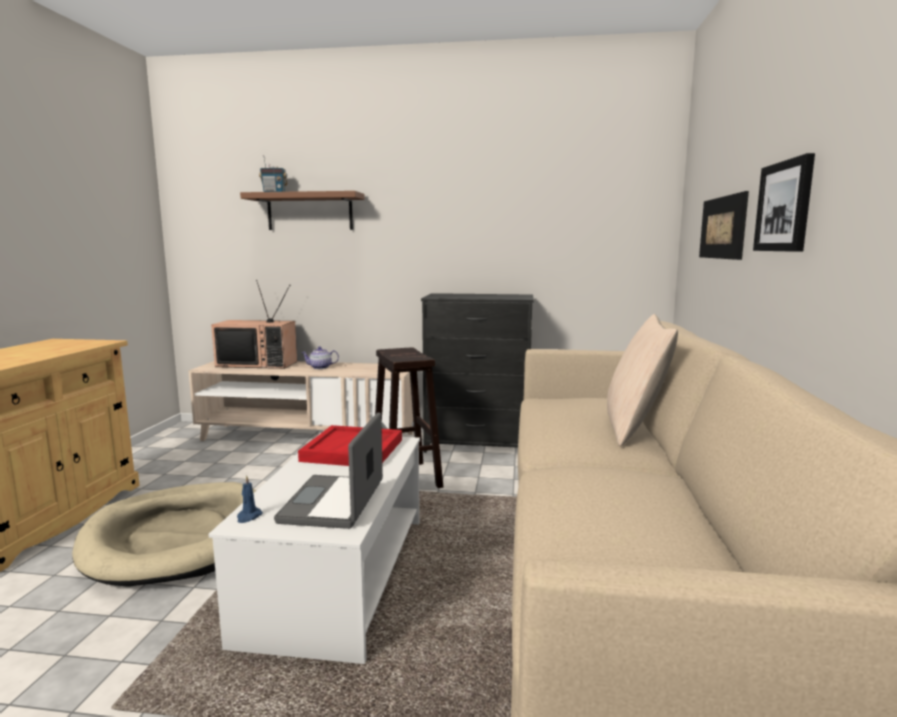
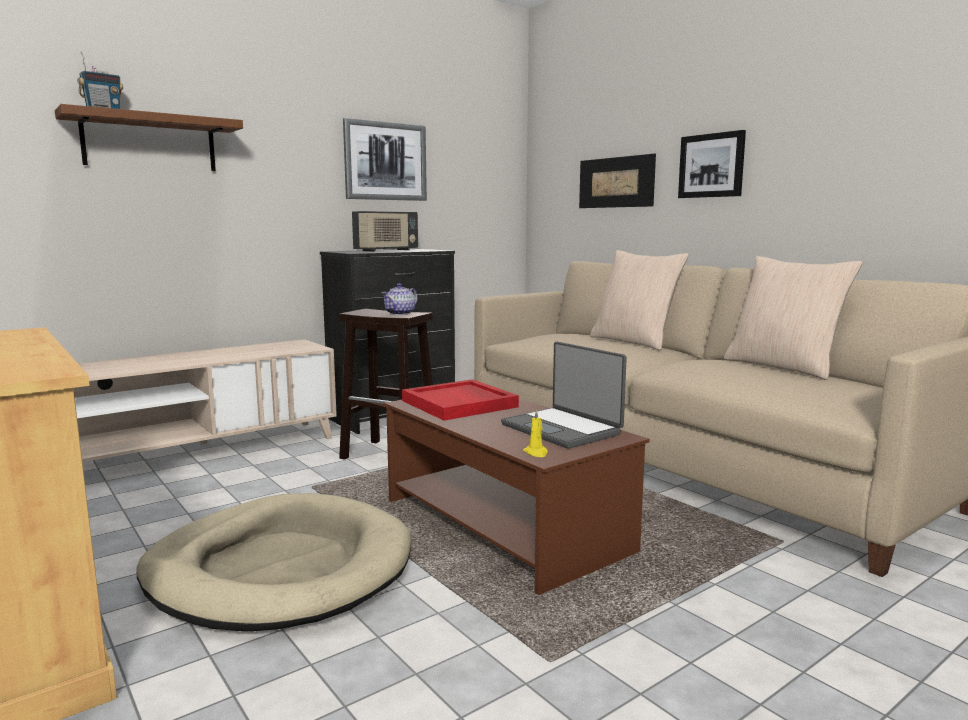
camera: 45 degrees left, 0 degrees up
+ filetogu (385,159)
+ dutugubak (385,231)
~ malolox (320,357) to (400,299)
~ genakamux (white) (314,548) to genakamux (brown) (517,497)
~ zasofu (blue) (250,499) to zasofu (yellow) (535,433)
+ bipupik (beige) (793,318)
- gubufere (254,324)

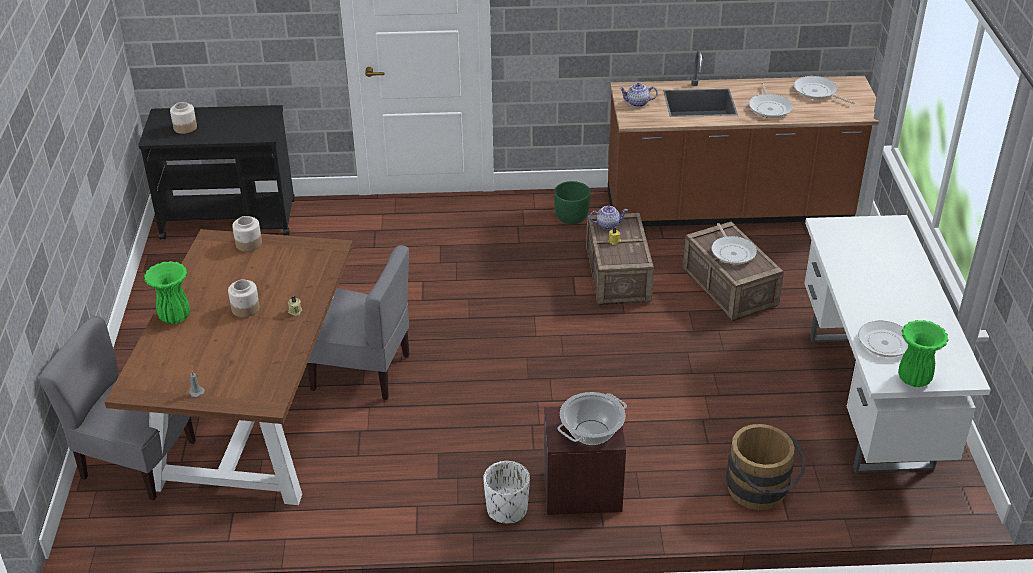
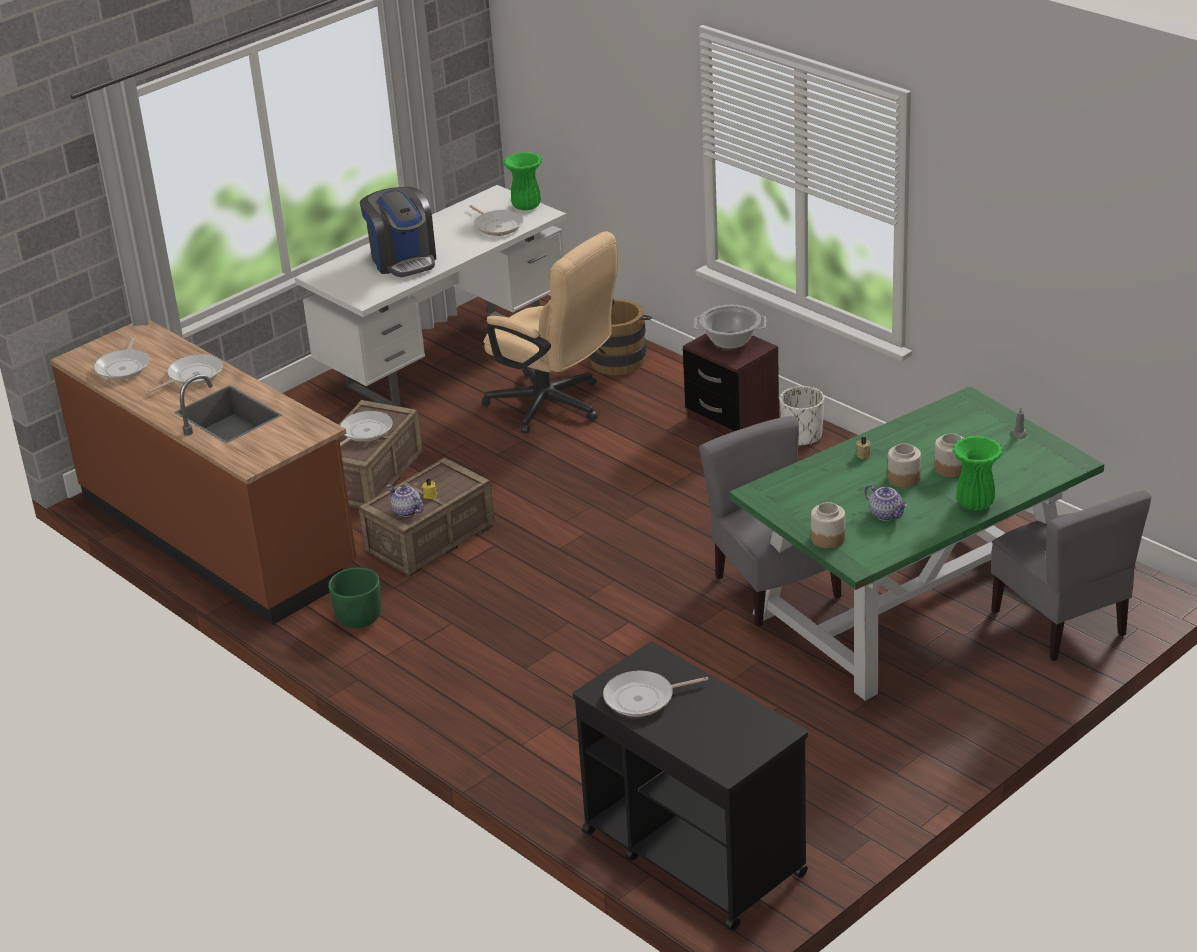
camera: 130 degrees left, 5 degrees down
+ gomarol (398,232)
+ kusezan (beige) (550,332)
+ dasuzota (656,693)
~ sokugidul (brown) (229,367) to sokugidul (green) (916,543)
~ malolox (638,95) to (886,503)
~ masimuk (183,118) to (948,455)

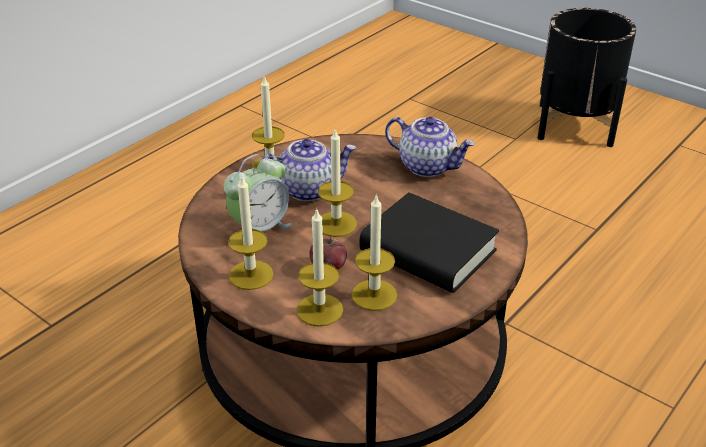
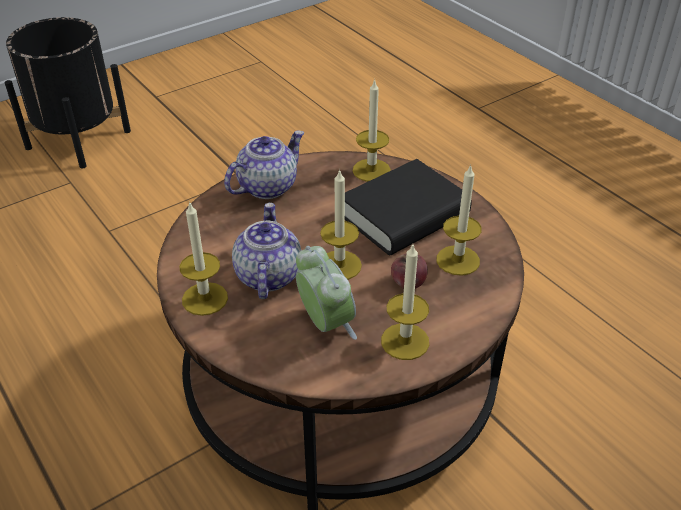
camera: 75 degrees left, 5 degrees up
~ zasofu (320,267) to (372,130)

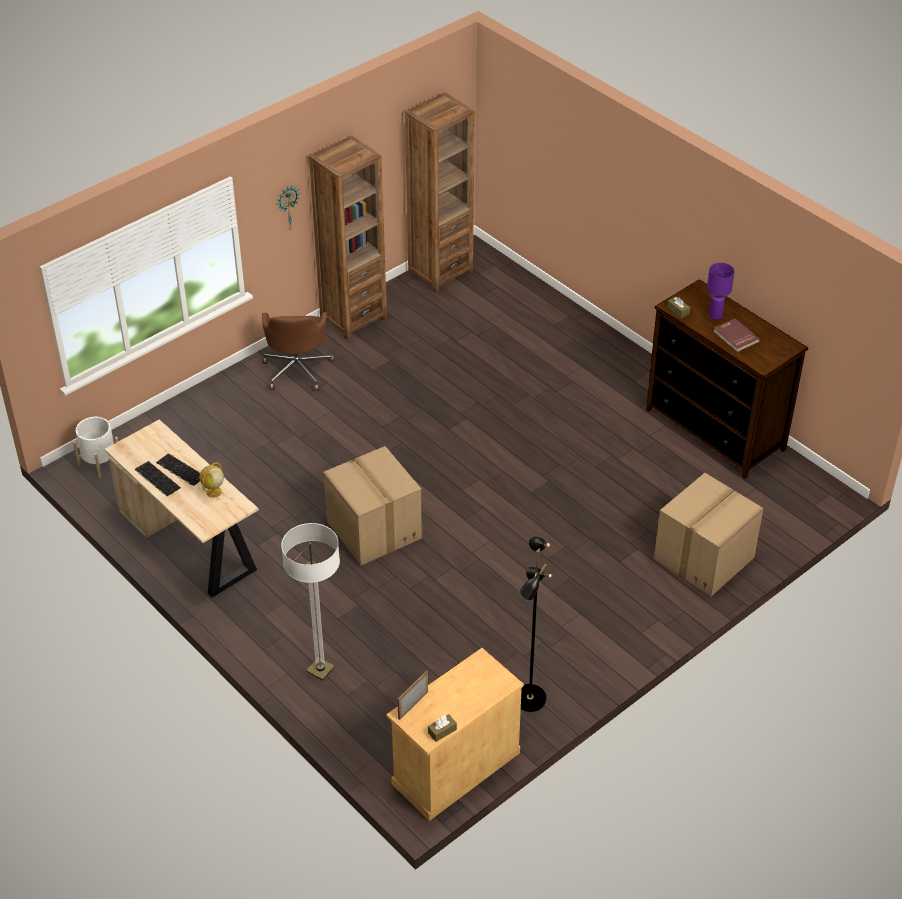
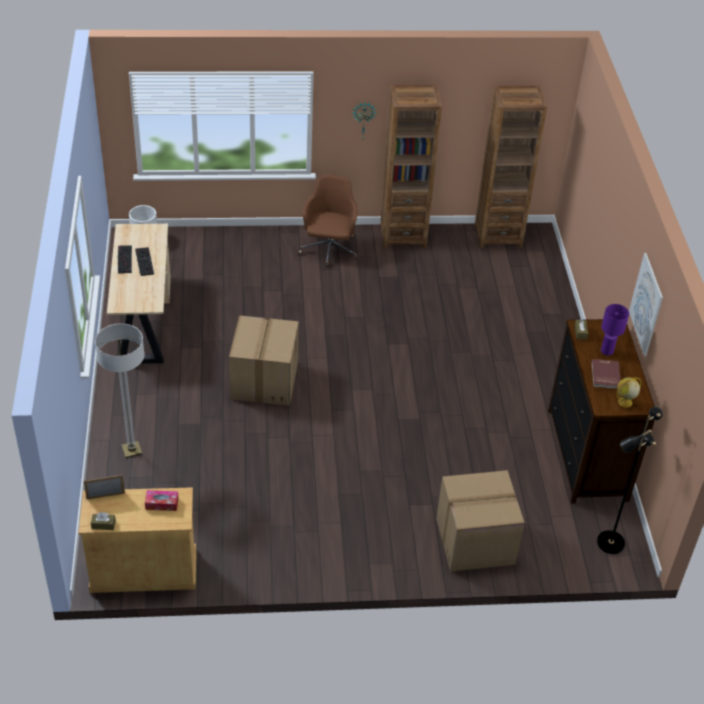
camera: 35 degrees right, 0 degrees up
+ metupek (162,500)
~ kusezan (brown) (298,351) = (328,221) 150 degrees clockwise
~ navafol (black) (536,624) to (630,480)
~ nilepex (211,480) to (629,392)
+ filetogu (646,304)

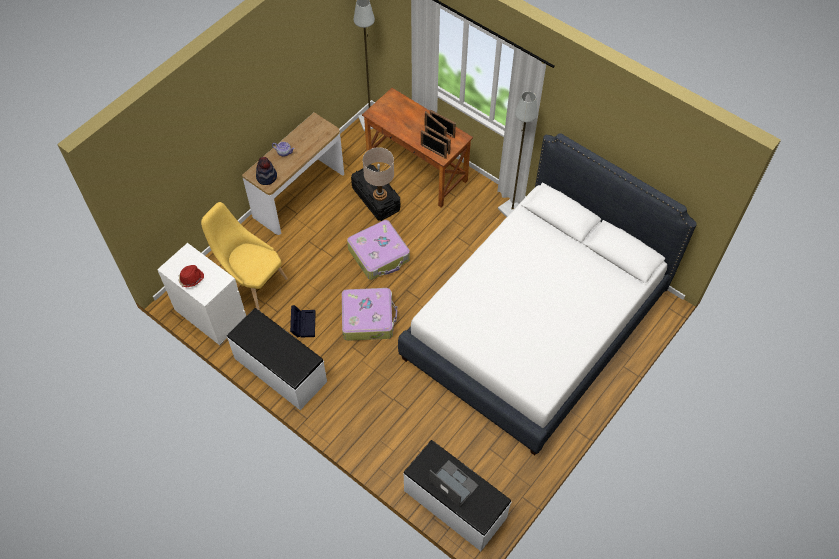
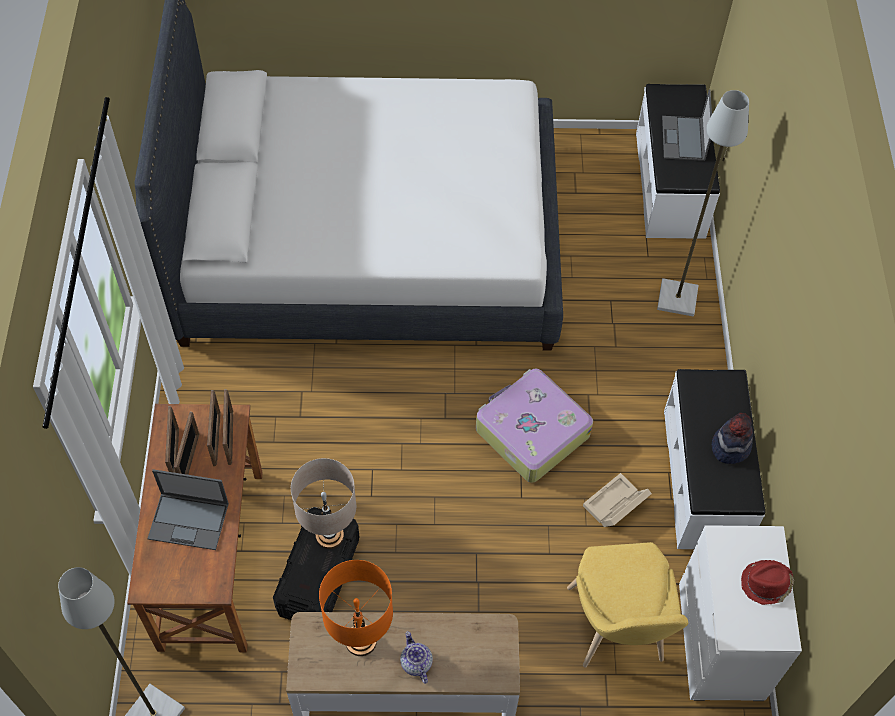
camera: 130 degrees left, 0 degrees up
+ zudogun (188,509)
+ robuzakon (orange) (356,608)
~ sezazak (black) (303,321) to sezazak (beige) (617,500)
~ navafol (grey) (518,154) to (703,203)
~ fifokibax (266,171) to (732,438)
- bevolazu (378,250)

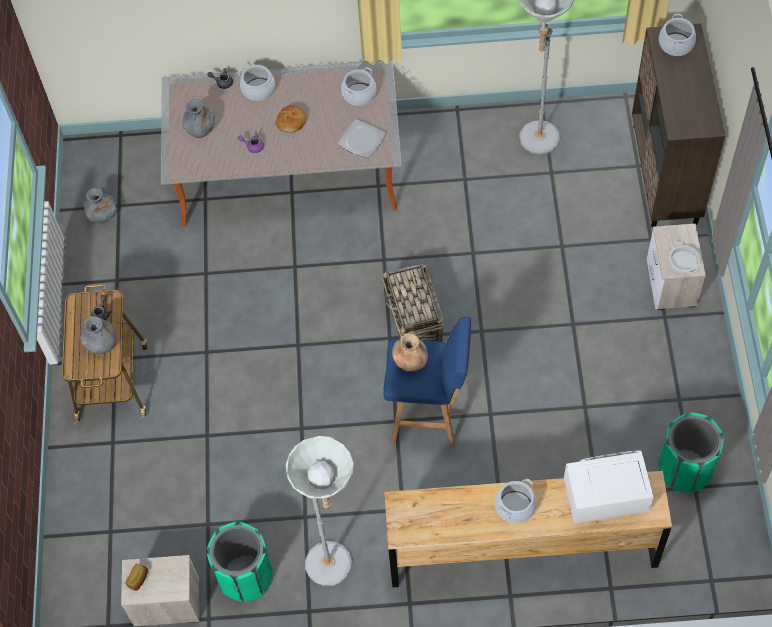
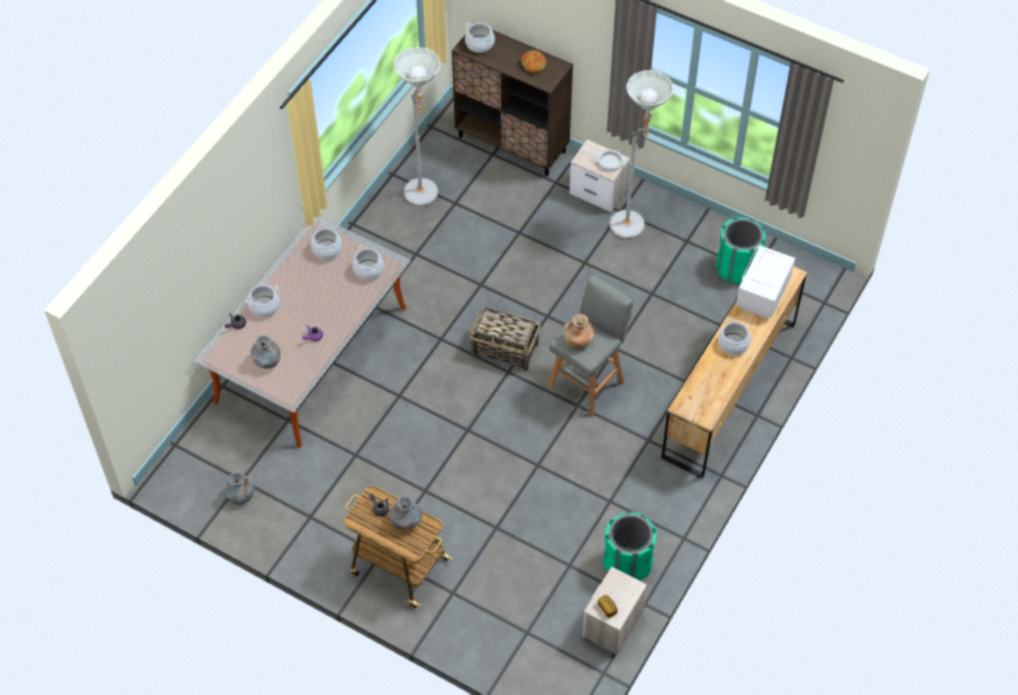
camera: 60 degrees left, 5 degrees down
~ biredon (361,138) to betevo (368,262)
~ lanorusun (291,119) to (534,62)
~ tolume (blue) (427,382) to tolume (grey) (590,346)
~ navafol (grey) (320,511) to (641,154)

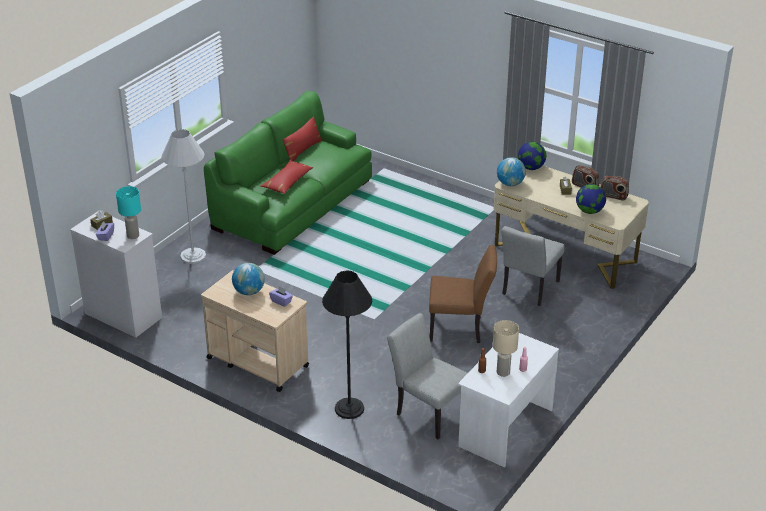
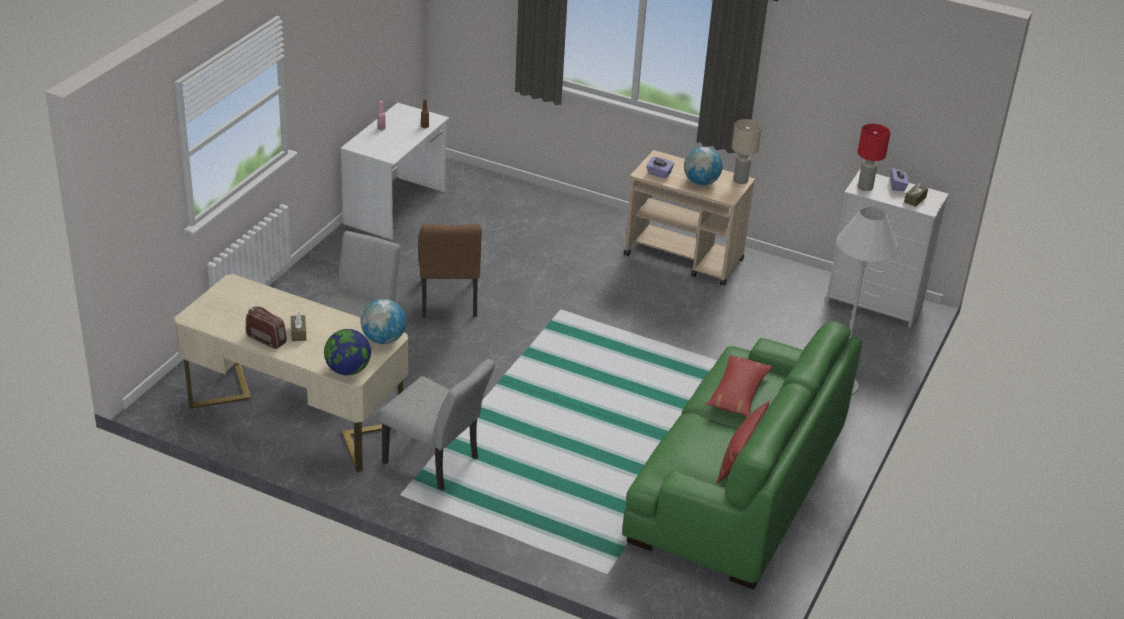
camera: 170 degrees right, 0 degrees up
~ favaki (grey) (427,376) to (437,425)
~ favaki (brown) (463,294) = (450,270) 90 degrees counterclockwise
~ robuzakon (beige) (506,348) to (747,151)
~ robuzakon (turquoise) (128,212) to robuzakon (red) (874,157)
- navafol (black) (347,345)
- nilepex (591,199)
- dutugubak (614,188)

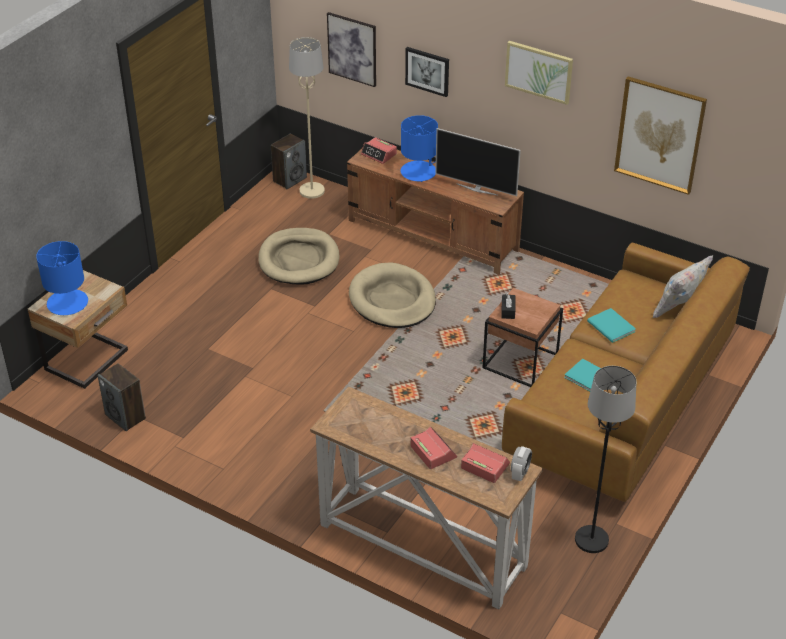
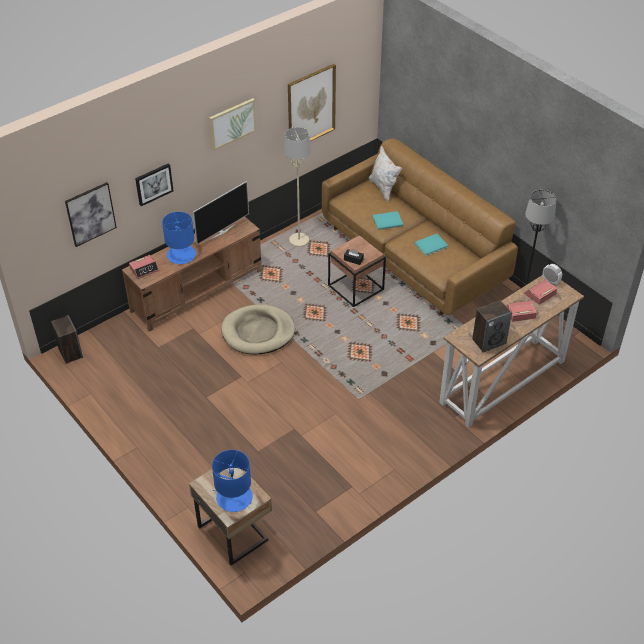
camera: 70 degrees left, 5 degrees up
~ navafol (beige) (307,118) to (297,187)
~ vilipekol (122,397) to (492,326)
- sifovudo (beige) (299,256)

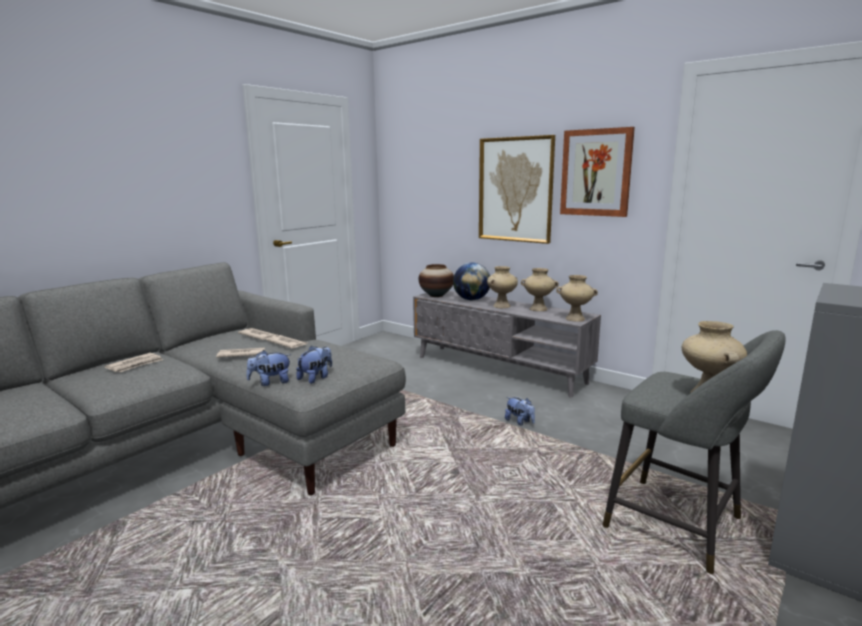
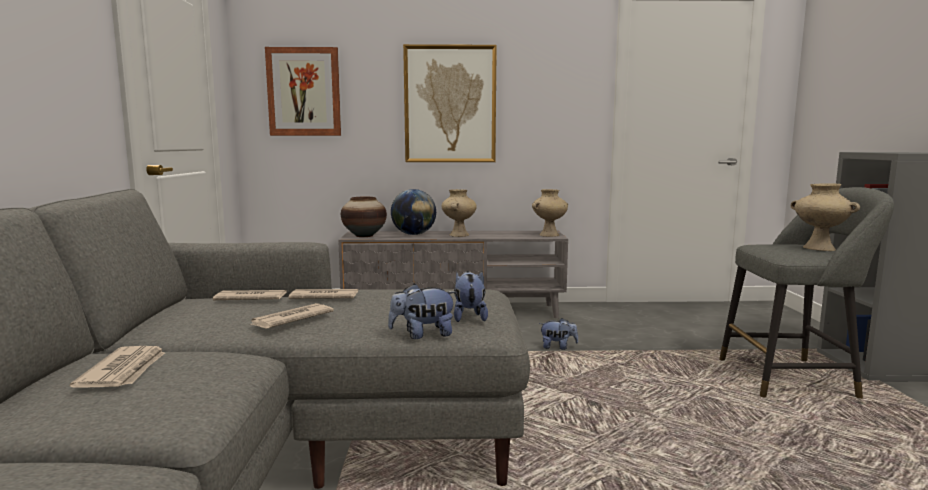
camera: 40 degrees left, 5 degrees down
~ filetogu (597,172) to (303,91)
~ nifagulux (268,368) = (422,311) 45 degrees clockwise
- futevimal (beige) (540,289)

